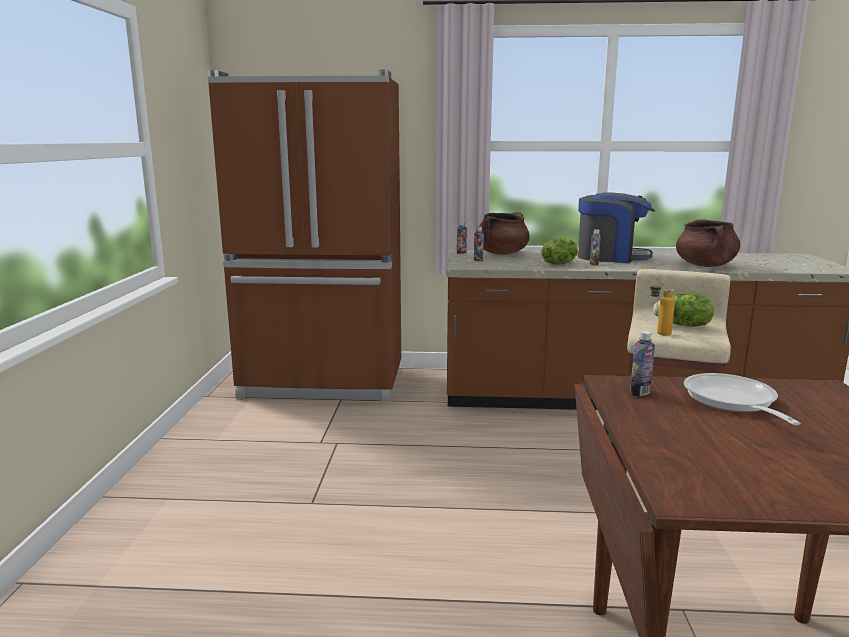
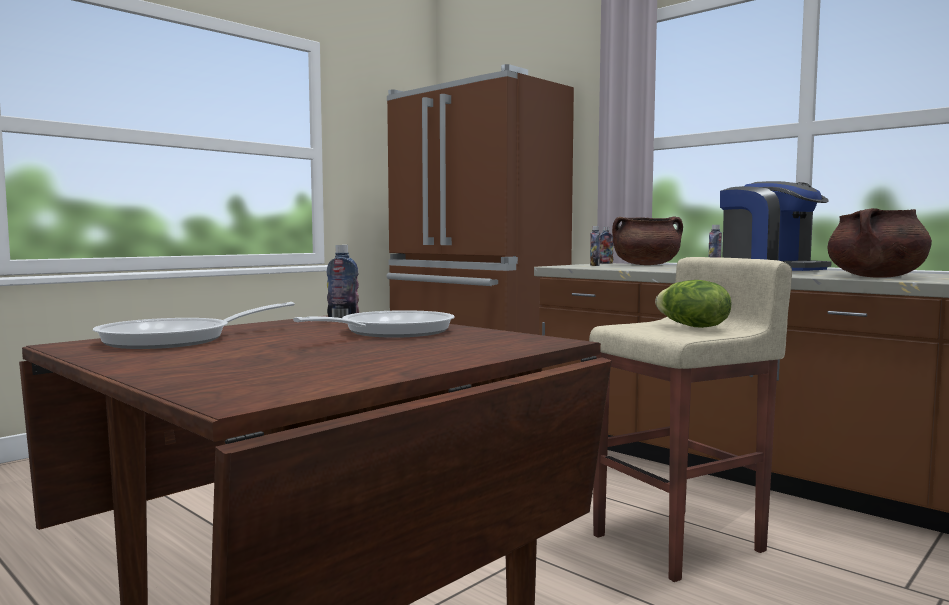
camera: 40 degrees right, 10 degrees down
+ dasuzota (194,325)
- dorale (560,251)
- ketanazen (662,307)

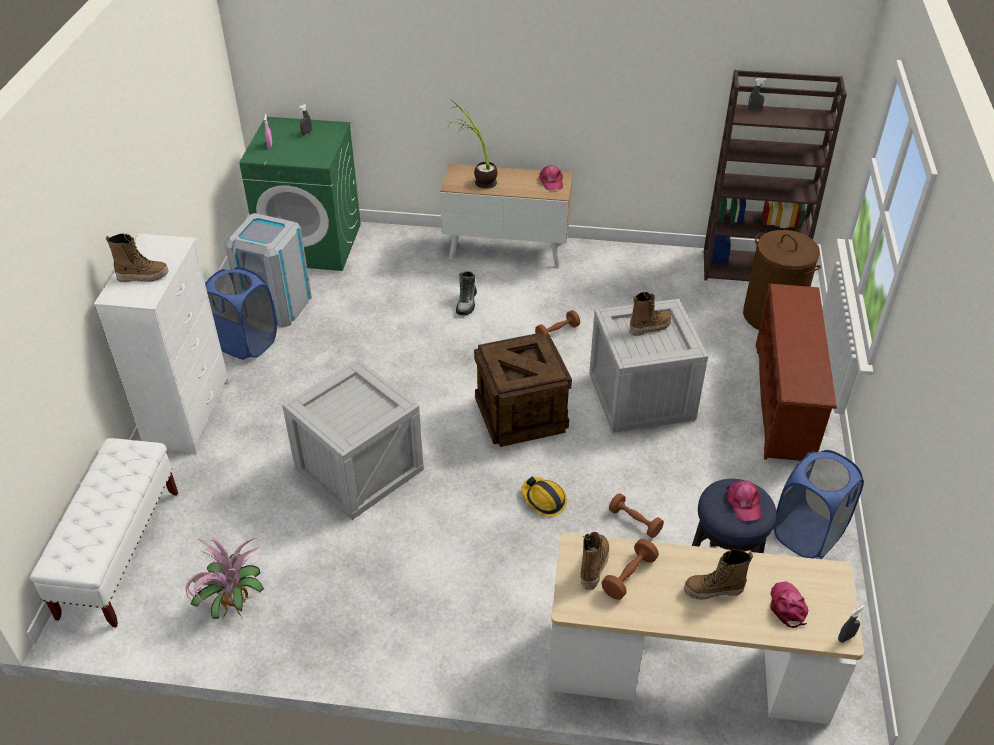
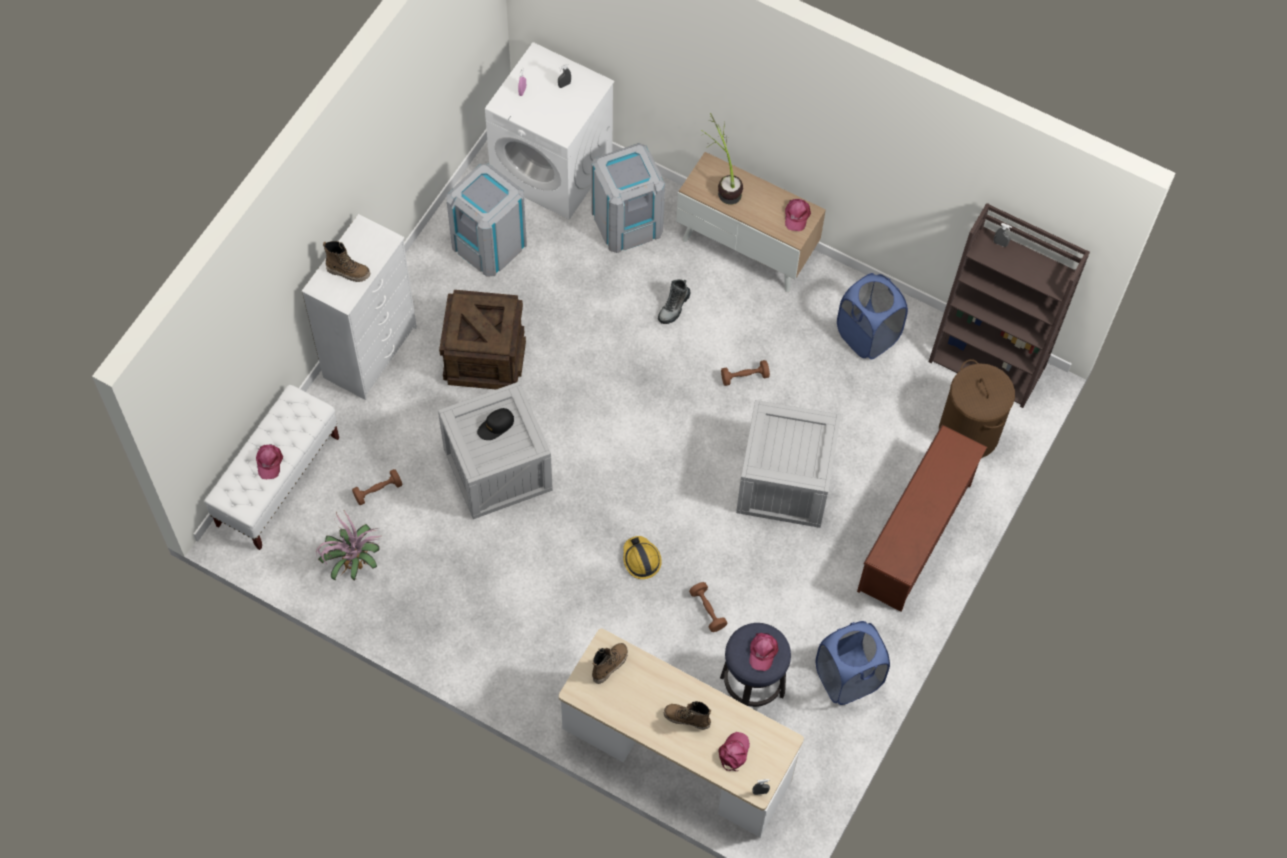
camera: 20 degrees right, 20 degrees up
+ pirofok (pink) (269,461)
~ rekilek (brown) (630,569) to (377,487)
~ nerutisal (523,389) to (482,339)
+ pirofok (black) (495,424)
~ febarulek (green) (300,194) to febarulek (white) (550,130)
+ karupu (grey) (628,198)
~ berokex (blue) (241,313) to (872,316)
- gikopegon (650,314)

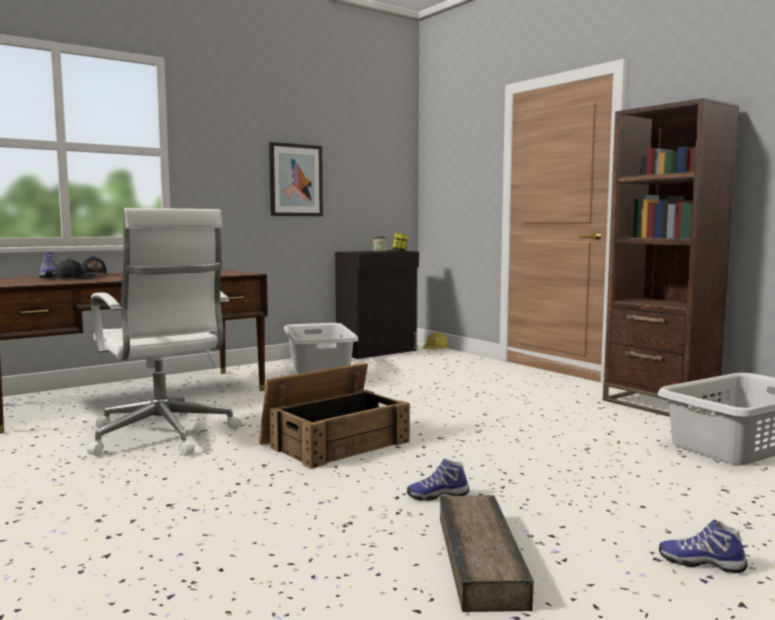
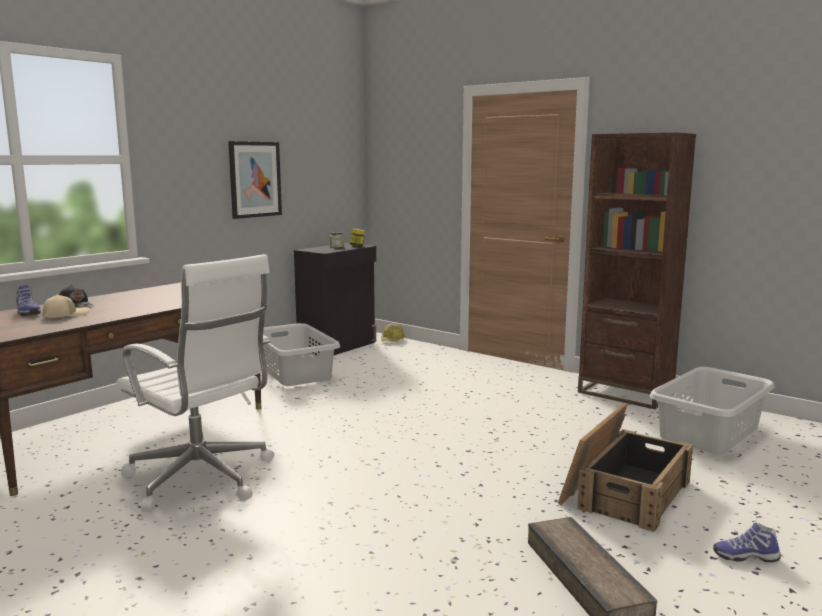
camera: 15 degrees left, 5 degrees up
~ pirofok (black) (76,268) to pirofok (beige) (66,306)
~ nerutisal (334,416) to (625,467)
- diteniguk (438,479)

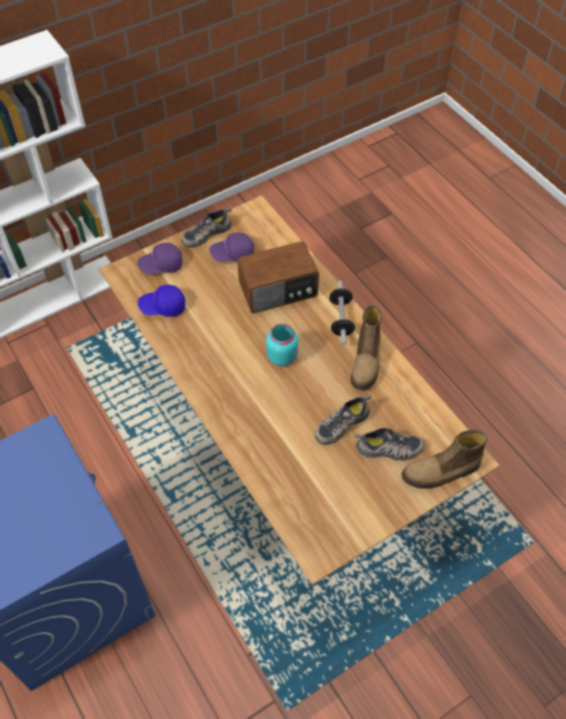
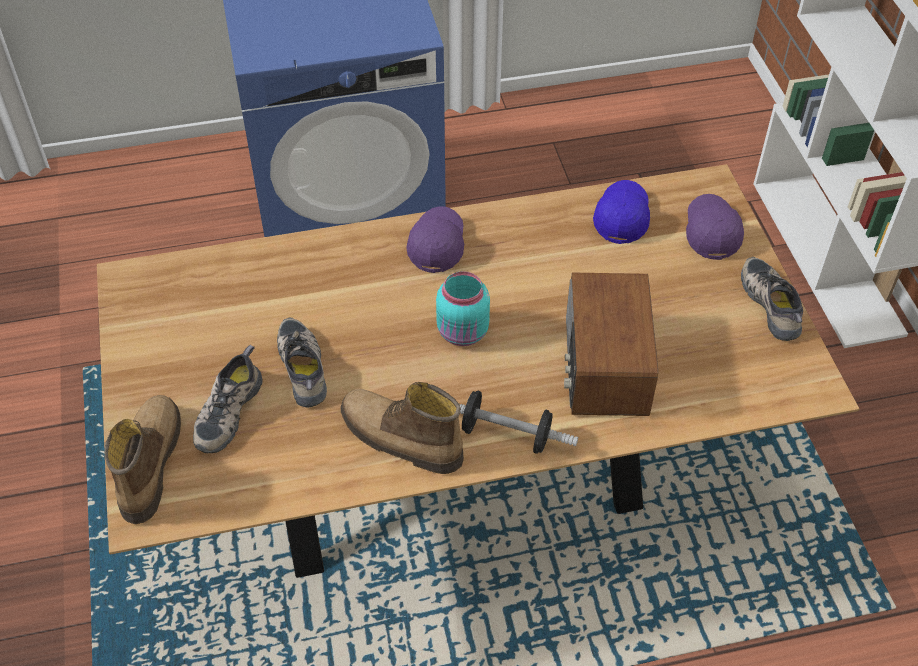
camera: 110 degrees right, 5 degrees down
~ pirofok (purple) (232,247) to (435,239)

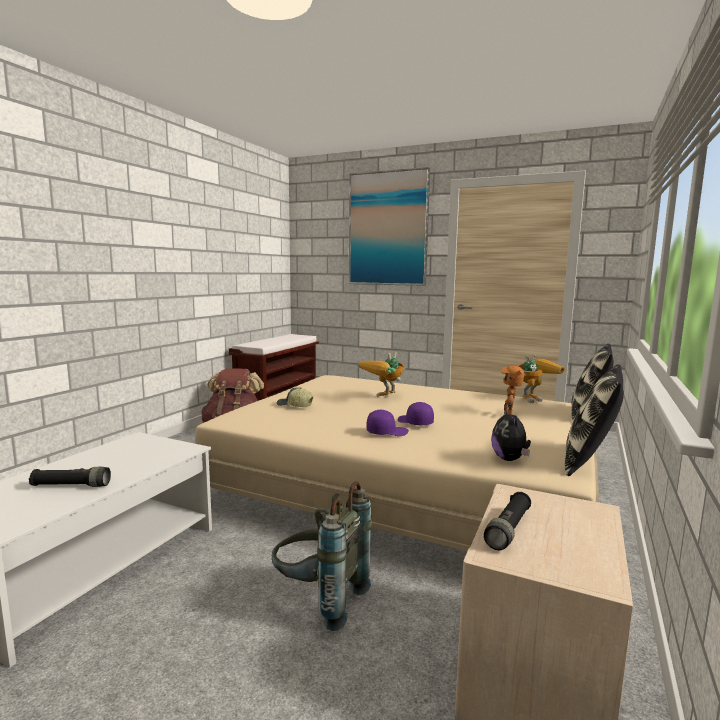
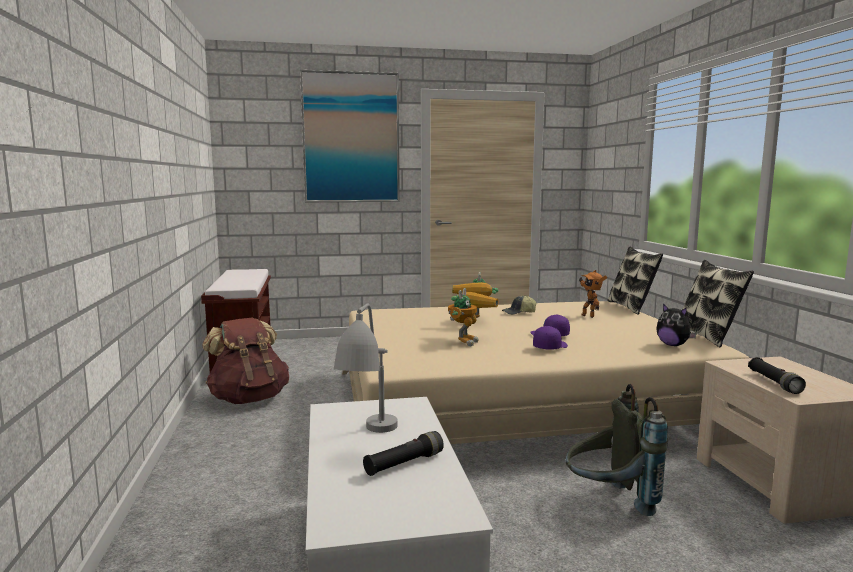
camera: 35 degrees left, 0 degrees up
+ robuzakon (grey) (366,368)
~ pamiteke (543,378) to (473,317)
~ pirofok (295,397) to (519,305)

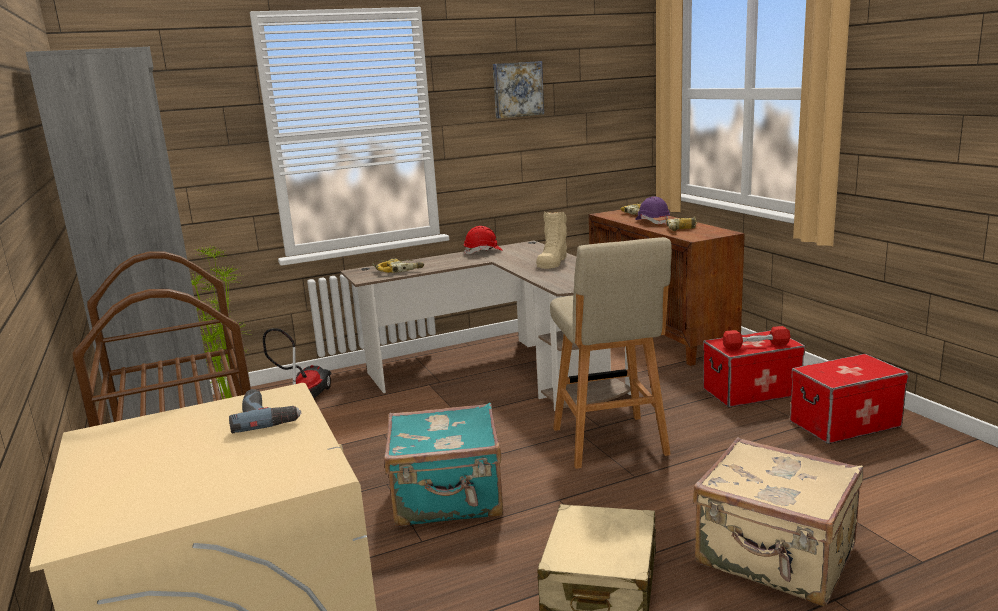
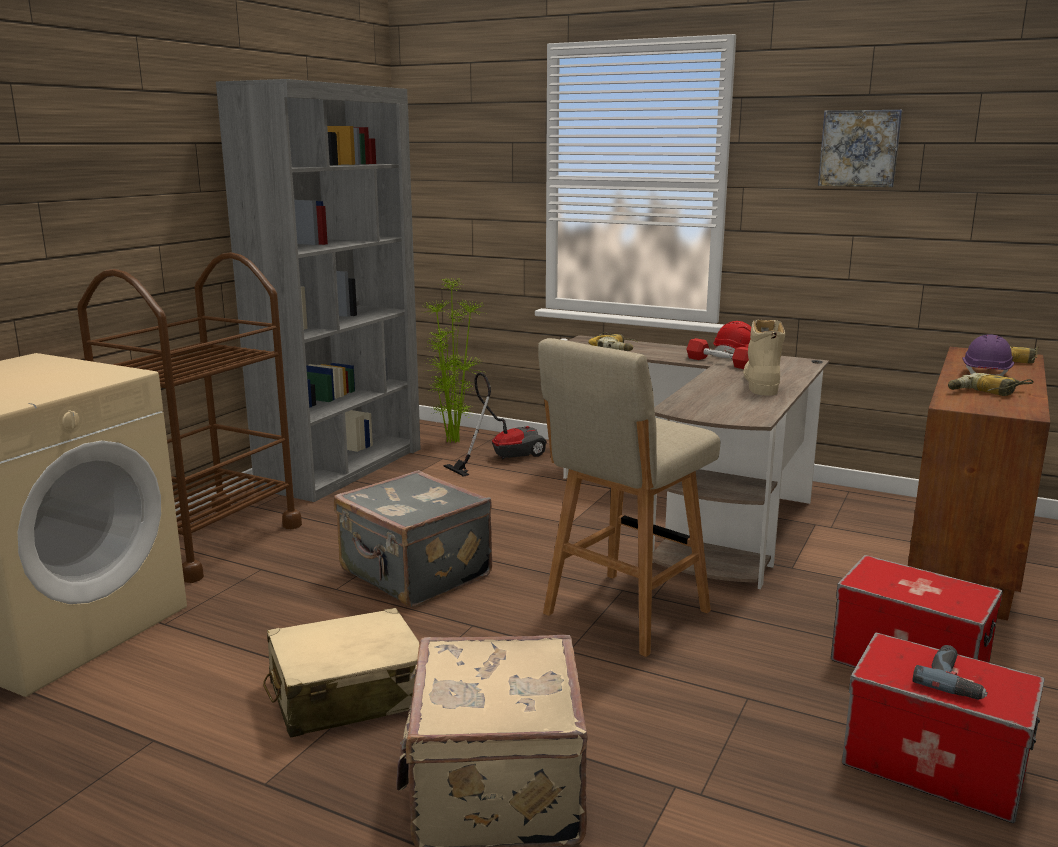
camera: 50 degrees right, 0 degrees up
~ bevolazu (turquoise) (443,465) to bevolazu (grey) (413,538)
~ rekilek (red) (756,338) to (717,353)
~ gikopegon (beige) (551,240) = (764,357) 120 degrees clockwise
~ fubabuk (265,411) to (950,672)

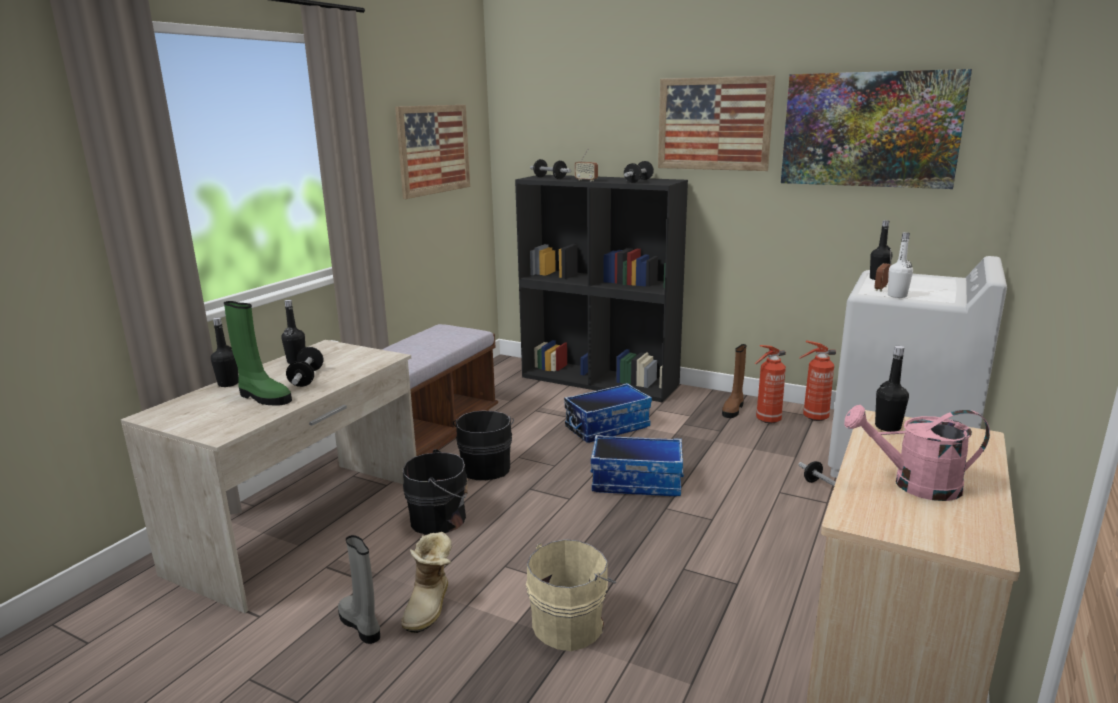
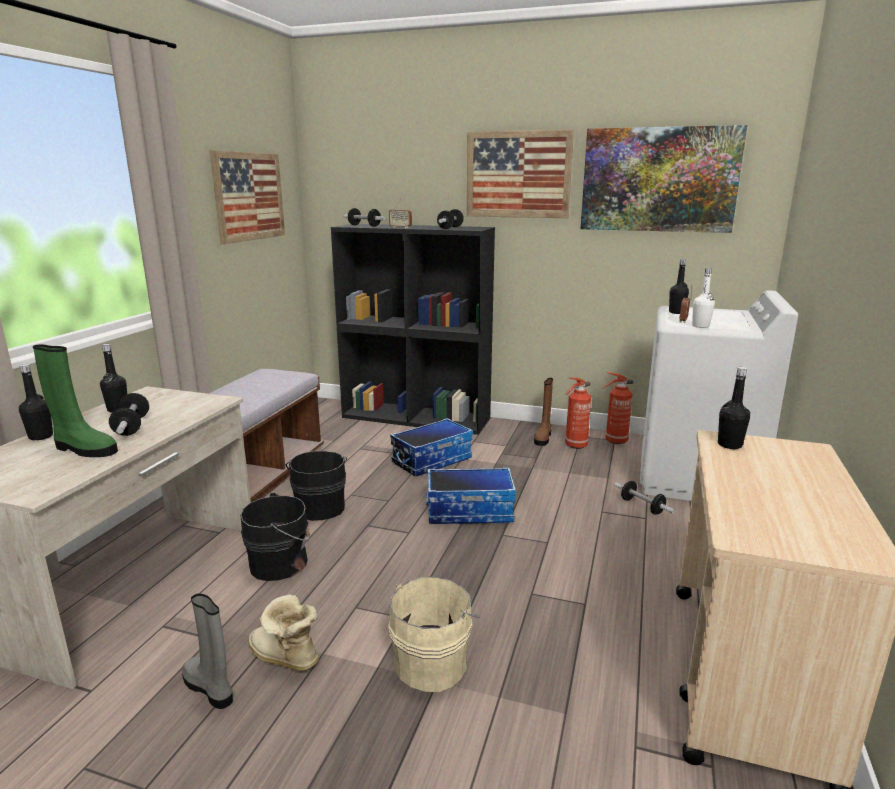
camera: 10 degrees left, 0 degrees up
~ gikopegon (427,582) = (283,632) 120 degrees clockwise
- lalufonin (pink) (917,453)

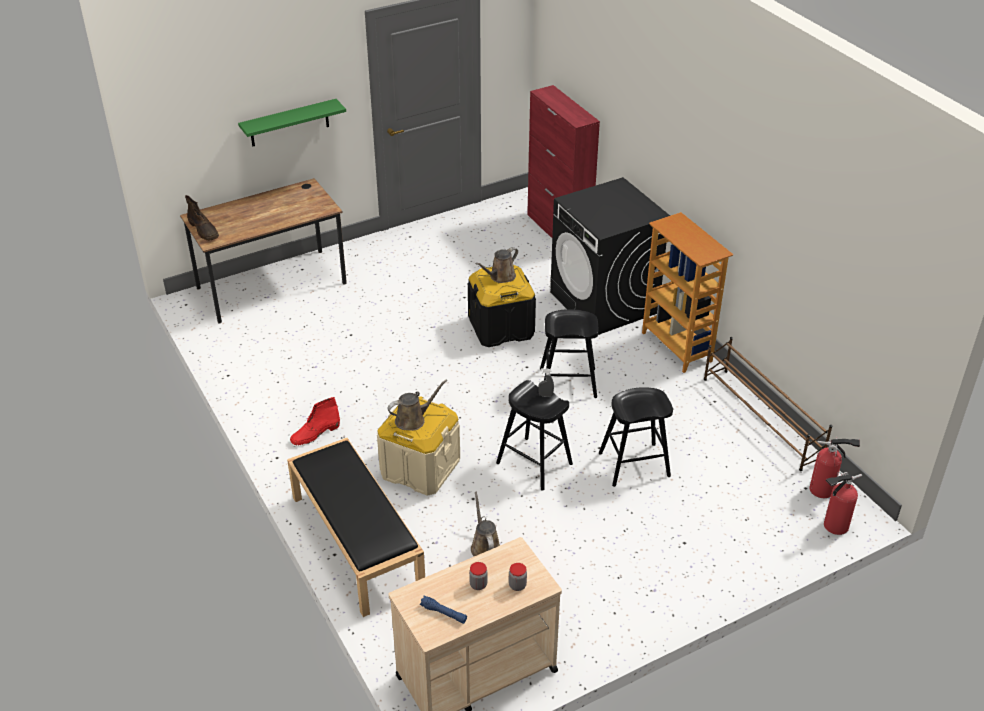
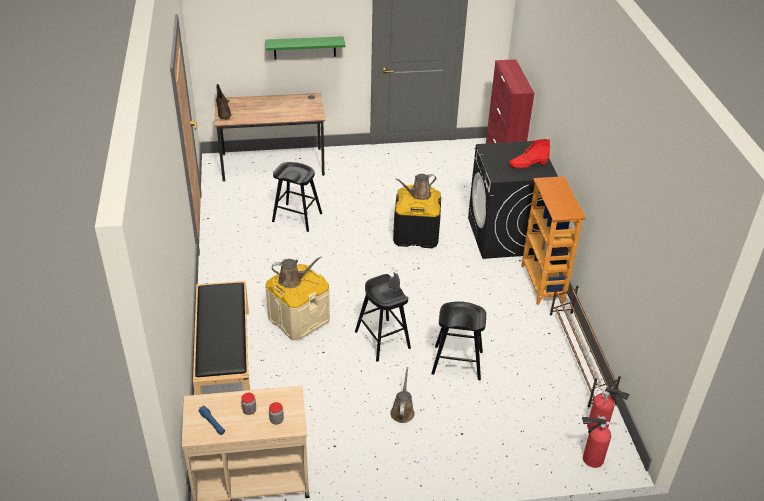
camera: 20 degrees right, 0 degrees up
~ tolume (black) (569,353) to (297,197)
~ lalufonin (brown) (485,523) to (402,395)
~ gikopegon (red) (315,421) to (529,153)

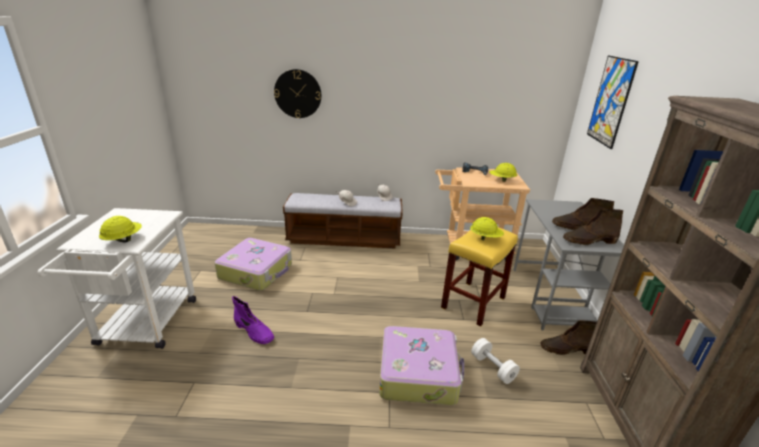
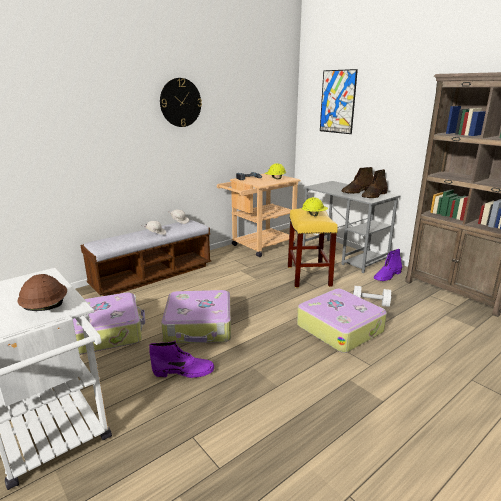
camera: 40 degrees left, 5 degrees down
~ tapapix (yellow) (120,229) to tapapix (brown) (42,292)
~ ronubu (297,93) to (181,102)
+ bevolazu (196,317)
~ gikopegon (brown) (568,337) to gikopegon (purple) (388,265)

